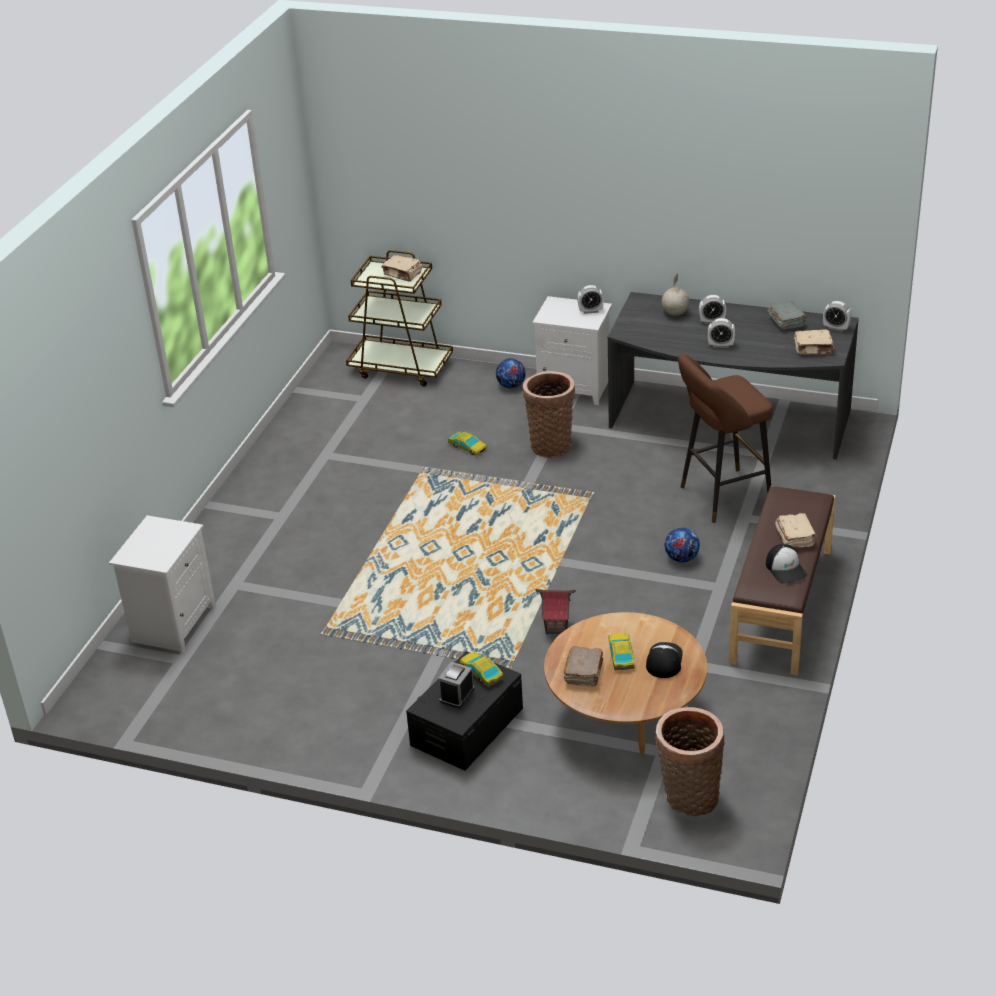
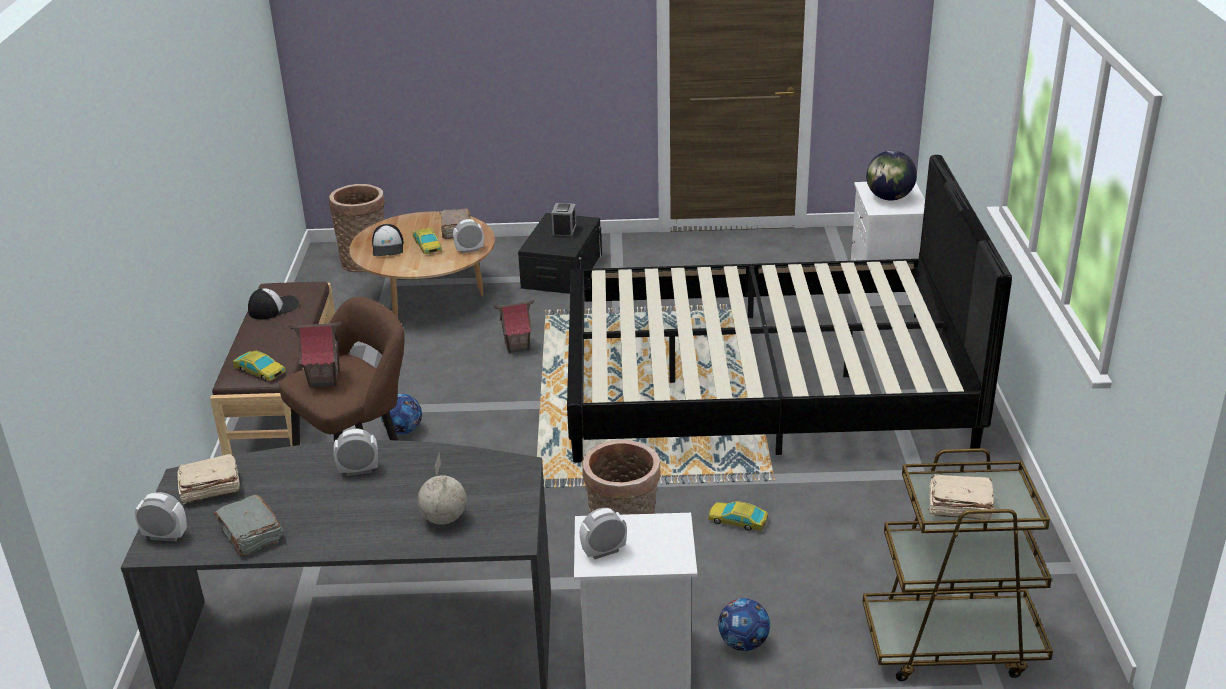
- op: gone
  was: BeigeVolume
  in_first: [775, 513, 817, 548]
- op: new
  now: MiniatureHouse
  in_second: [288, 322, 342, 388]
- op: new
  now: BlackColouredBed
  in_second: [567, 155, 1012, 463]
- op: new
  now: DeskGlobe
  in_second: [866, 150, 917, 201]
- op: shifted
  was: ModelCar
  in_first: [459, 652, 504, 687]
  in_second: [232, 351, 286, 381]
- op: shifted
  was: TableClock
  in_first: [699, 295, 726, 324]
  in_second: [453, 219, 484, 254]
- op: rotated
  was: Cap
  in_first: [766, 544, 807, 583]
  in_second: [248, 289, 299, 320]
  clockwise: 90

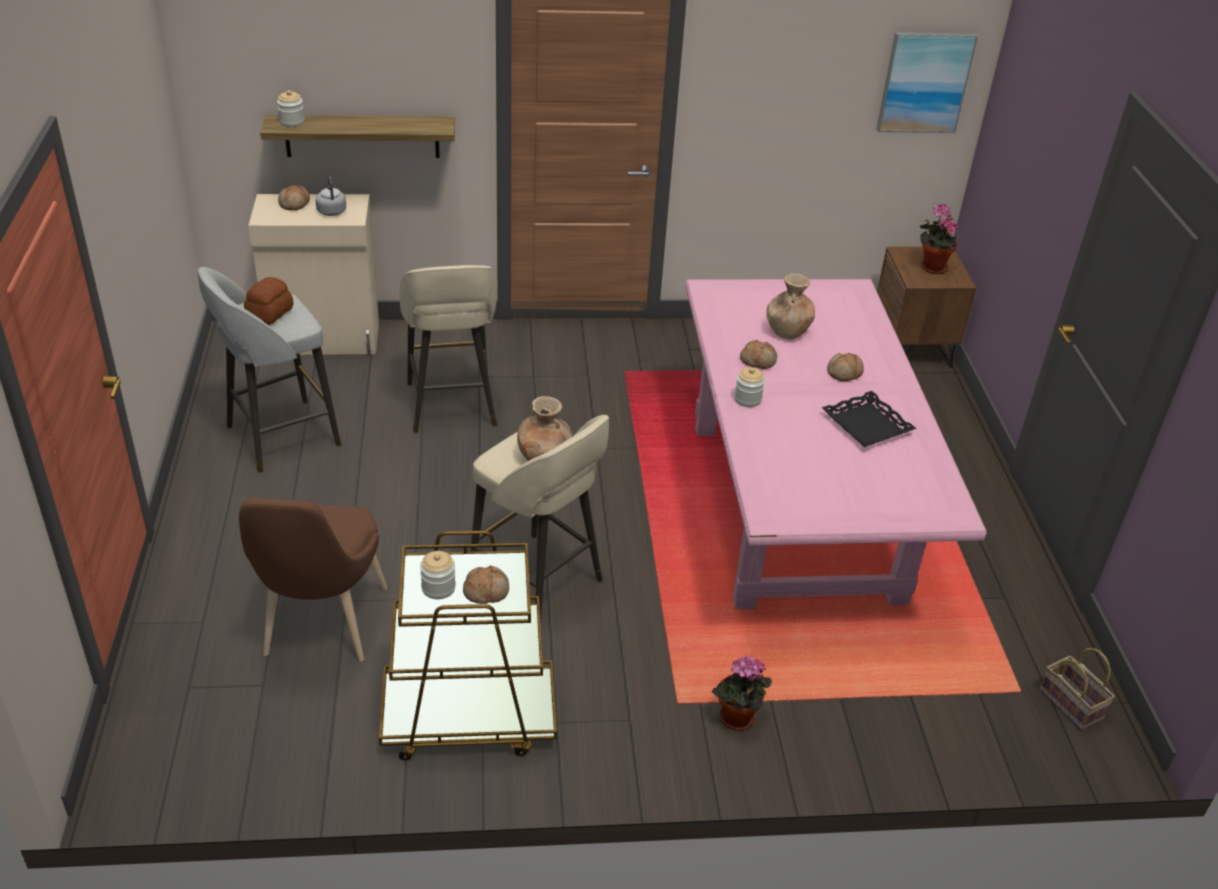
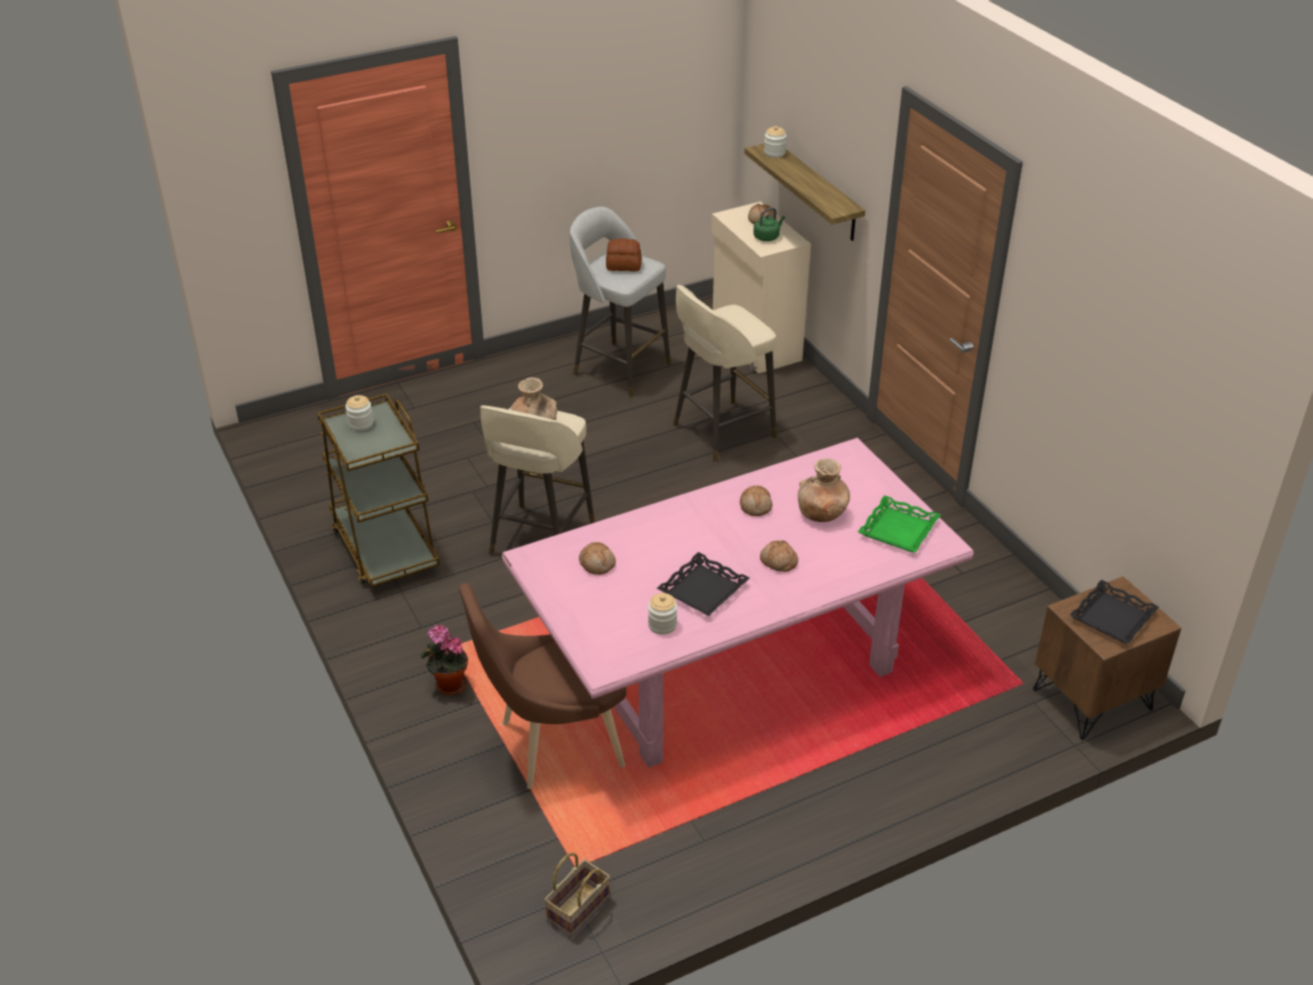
- op: gone
  was: WallPicture
  in_first: [876, 32, 978, 133]
- op: new
  now: GreenishServingTray
  in_second: [858, 495, 941, 552]
- op: shifted
  was: BrownColouredChair
  in_first: [239, 498, 388, 662]
  in_second: [459, 583, 626, 789]
- op: shifted
  was: Bread
  in_first: [463, 565, 509, 604]
  in_second: [579, 542, 616, 575]
- op: shifted
  was: StorageJar
  in_first: [734, 367, 765, 407]
  in_second: [648, 593, 677, 635]
- op: swapped
  was: Houseplant
  now: BlackColouredServingTray
  in_first: [920, 204, 958, 274]
  in_second: [1070, 580, 1159, 644]
- op: repainted
  was: GreyWaterKettle
  now: GreenishWaterKettle
  in_first: [315, 176, 346, 216]
  in_second: [753, 208, 785, 241]

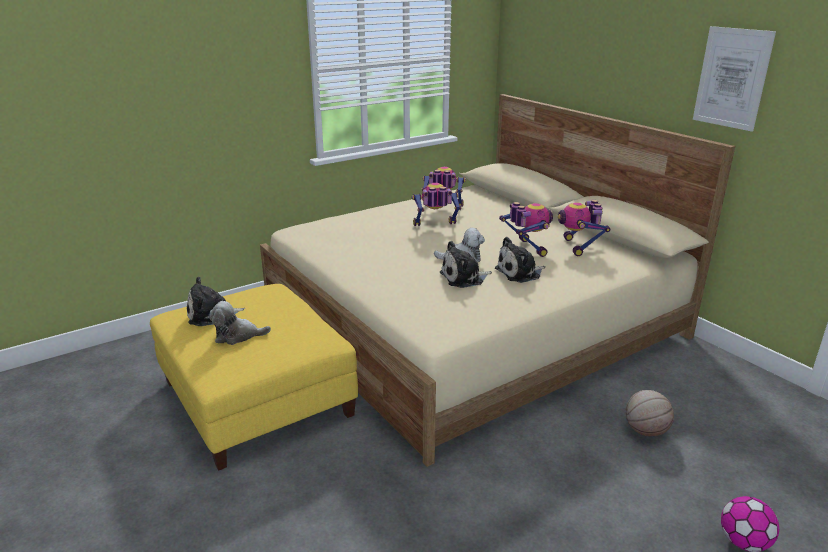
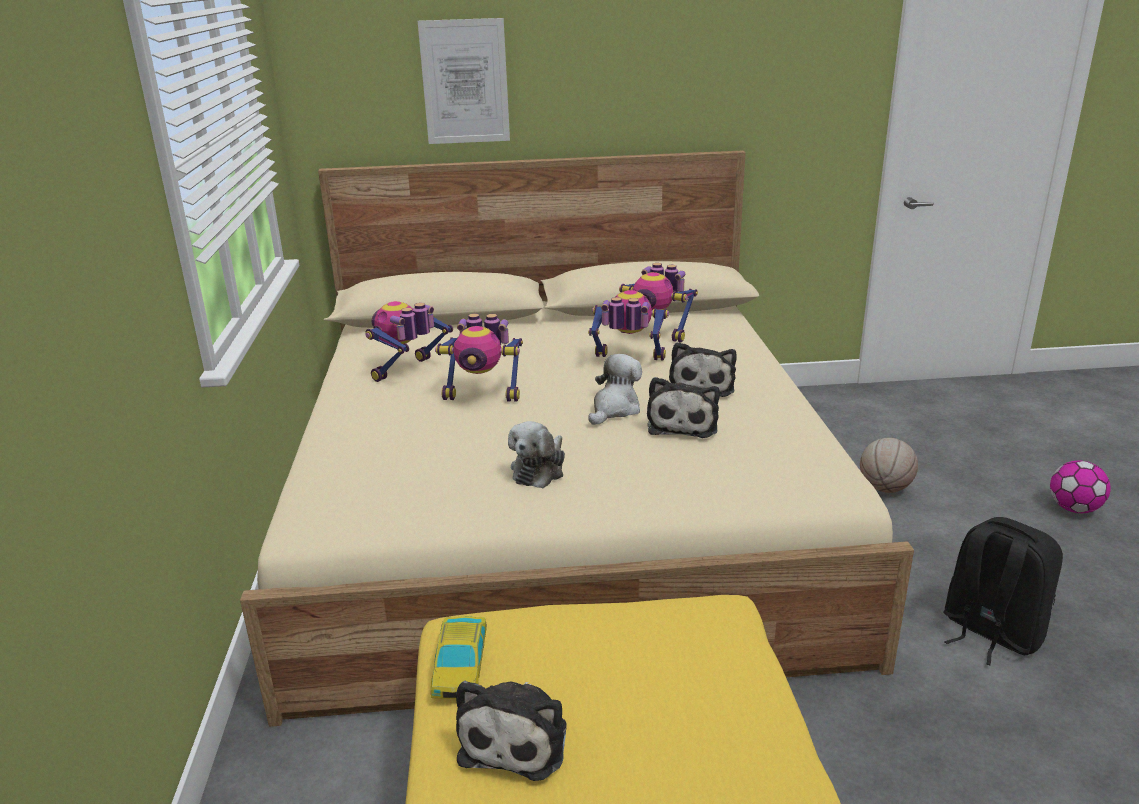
- op: new
  now: ModelCar
  in_second: [431, 616, 487, 699]
- op: new
  now: BlackColouredBackpack
  in_second: [943, 517, 1063, 665]
- op: shifted
  was: PlushToy
  in_first: [209, 301, 271, 345]
  in_second: [508, 421, 565, 488]
- op: shifted
  was: WallPicture
  in_first: [693, 26, 776, 132]
  in_second: [418, 18, 510, 144]
- op: rotated
  was: ToyRobot
  in_first: [412, 183, 461, 226]
  in_second: [435, 313, 523, 402]
  clockwise: -105

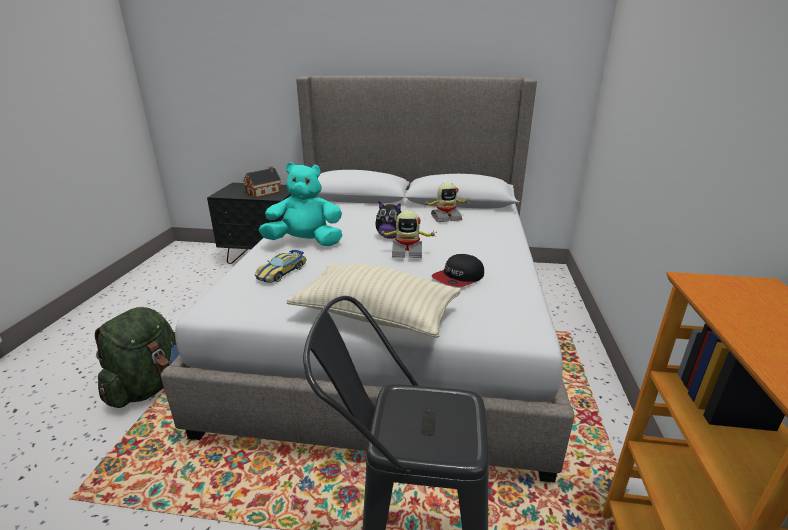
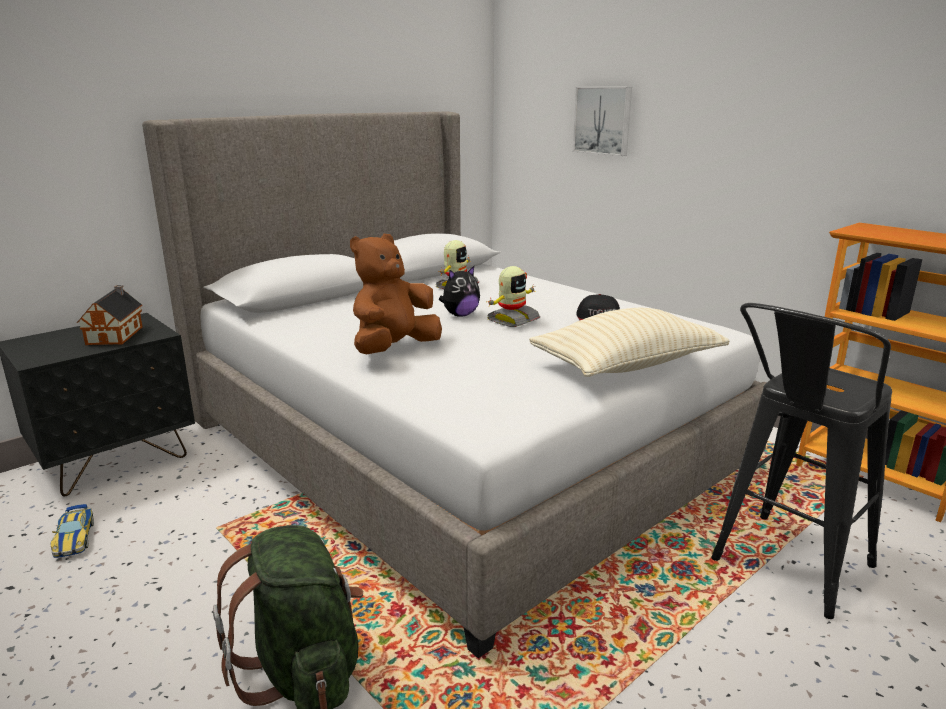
- op: new
  now: WallPicture
  in_second: [572, 87, 632, 156]
- op: shifted
  was: ModelCar
  in_first: [255, 250, 306, 283]
  in_second: [51, 504, 94, 558]
- op: repainted
  was: TurquoiseColouredPlushToy
  now: BrownColouredPlushToy
  in_first: [259, 162, 342, 246]
  in_second: [350, 234, 442, 354]

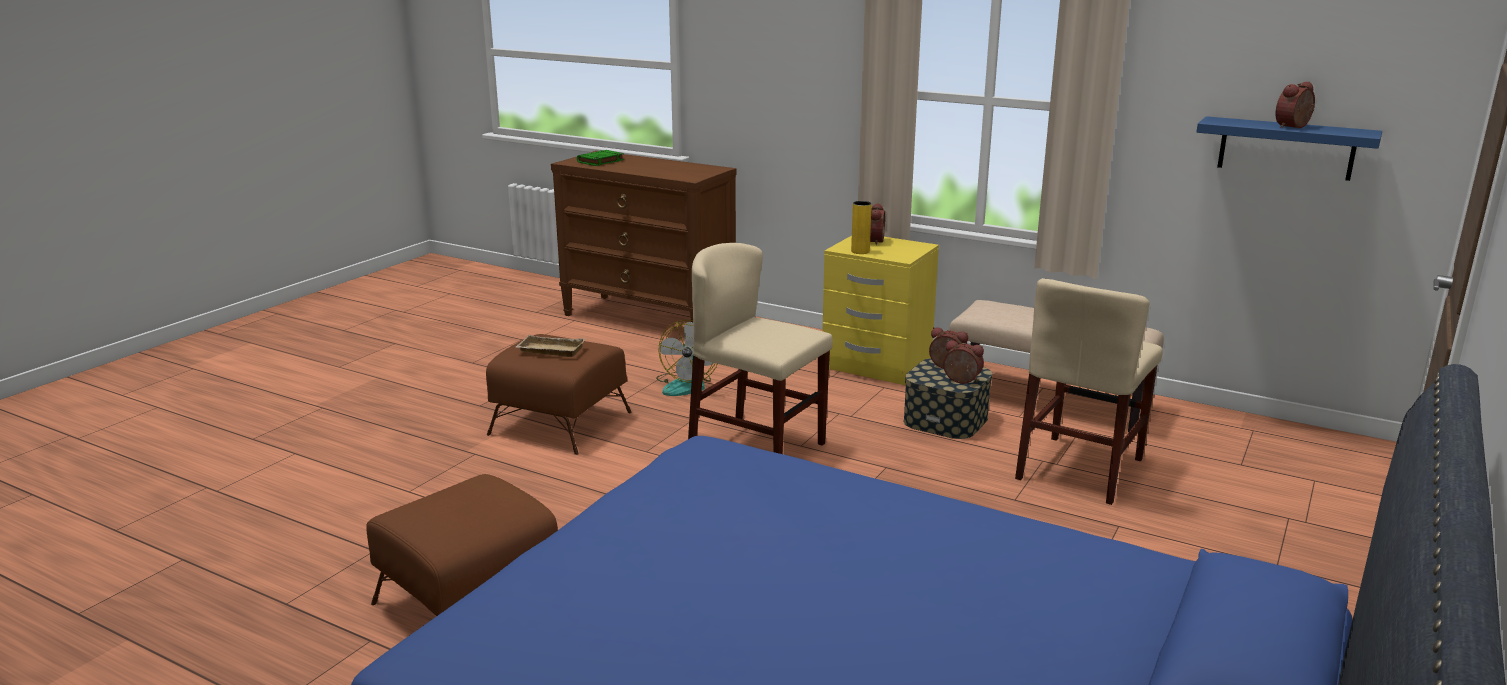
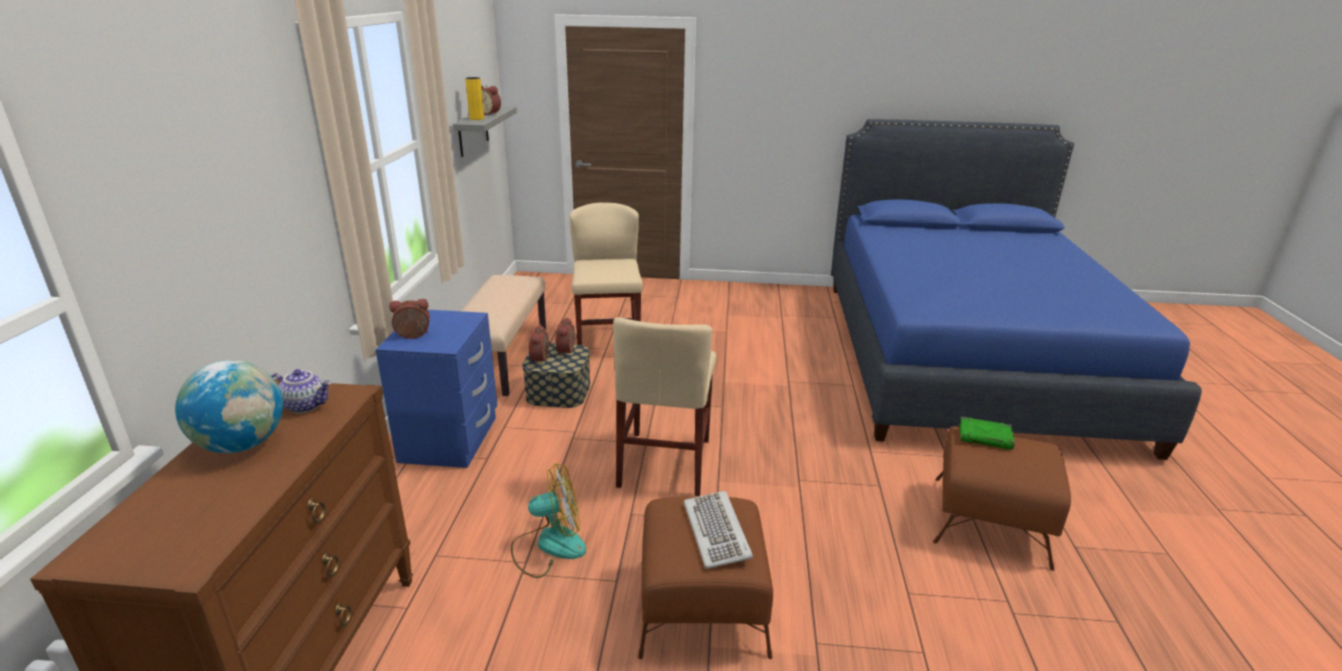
- op: new
  now: DeskGlobe
  in_second: [175, 360, 283, 453]
- op: new
  now: Teapot
  in_second: [271, 369, 331, 413]
- op: shifted
  was: GreenishVolume
  in_first: [577, 150, 624, 166]
  in_second: [959, 417, 1015, 450]
- op: shifted
  was: YellowishFlowerVase
  in_first: [851, 201, 872, 254]
  in_second: [465, 77, 484, 120]
- op: swapped
  was: BeigeServingTray
  now: ComputerKeyboard
  in_first: [516, 335, 586, 357]
  in_second: [684, 491, 753, 569]
- op: repainted
  was: YellowishNightTable
  now: BlueColouredNightTable
  in_first: [822, 236, 939, 385]
  in_second: [375, 310, 497, 468]
- op: repainted
  was: BlueColouredBracketShelf
  now: GreyBracketShelf
  in_first: [1197, 116, 1382, 181]
  in_second: [453, 107, 517, 157]
- op: rotated
  was: BeigeChair
  in_first: [1015, 278, 1163, 505]
  in_second: [569, 203, 643, 345]
  clockwise: -105

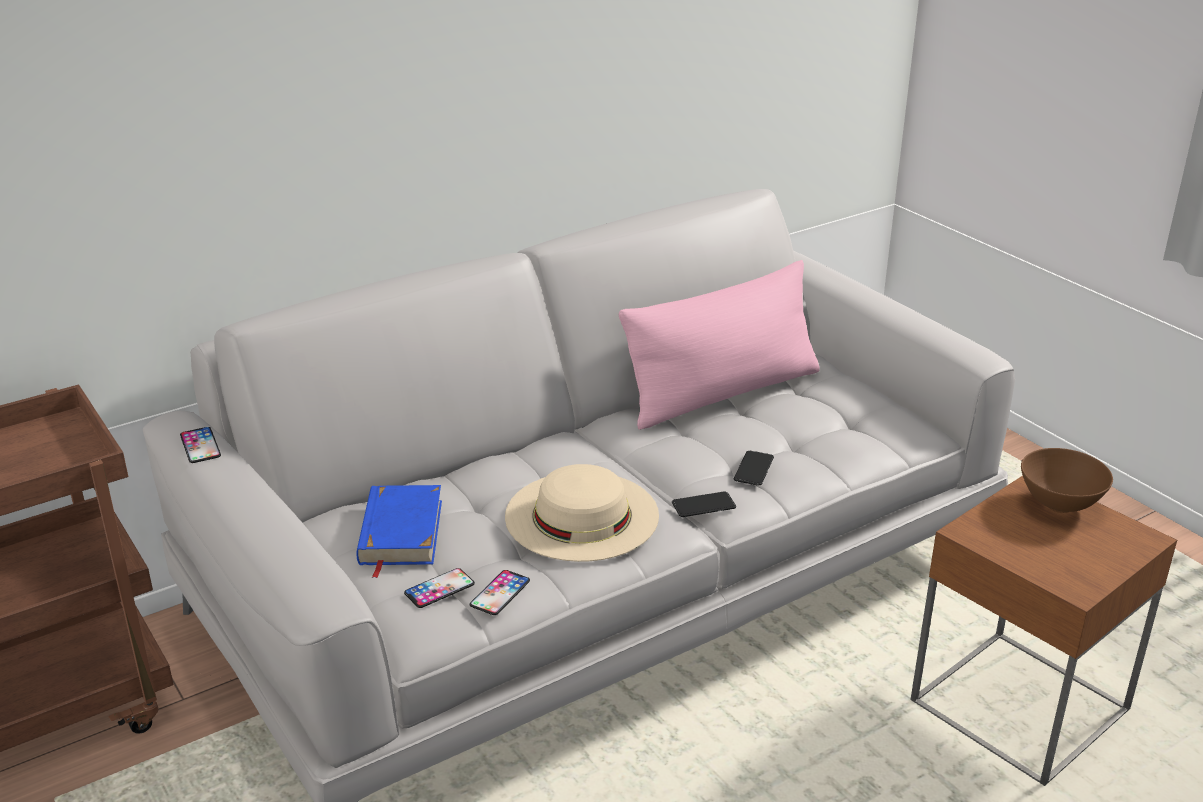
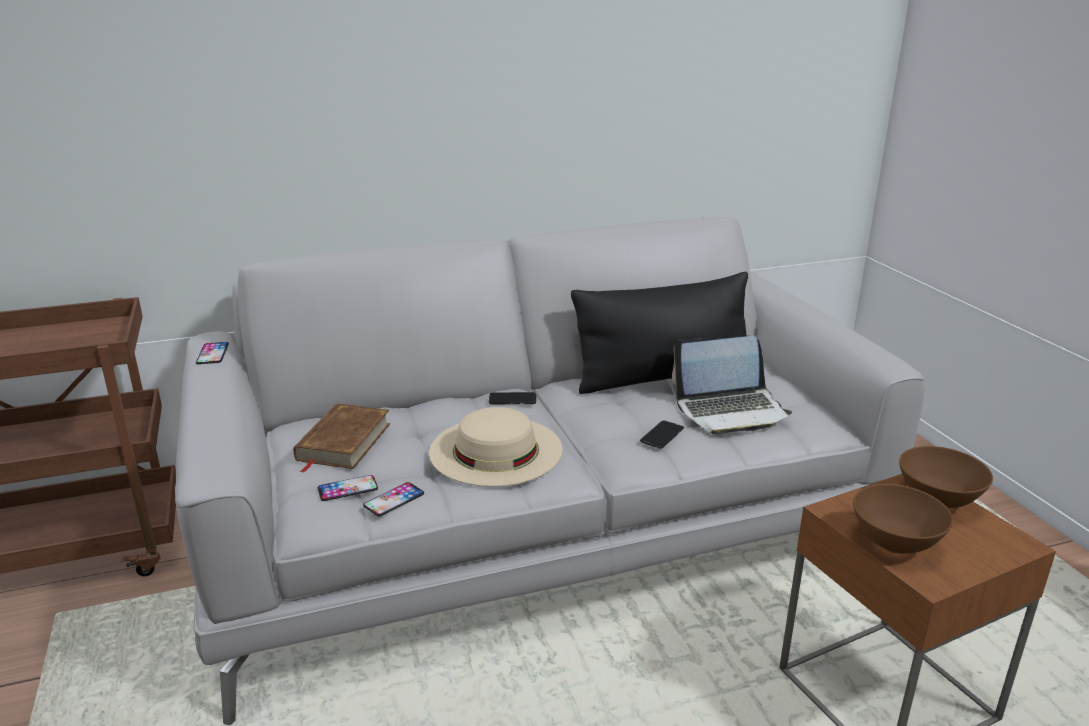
- op: new
  now: PortableComputer
  in_second: [672, 336, 792, 435]
- op: new
  now: BrownColouredBowl
  in_second: [853, 484, 953, 554]
- op: shifted
  was: Phone
  in_first: [672, 491, 736, 517]
  in_second: [489, 392, 536, 404]
- op: repainted
  was: BlueColouredVolume
  now: BrownColouredVolume
  in_first: [356, 485, 442, 578]
  in_second: [294, 403, 390, 473]
- op: repainted
  was: PinkPillow
  now: BlackColouredPillow
  in_first: [619, 260, 820, 430]
  in_second: [571, 272, 748, 394]

